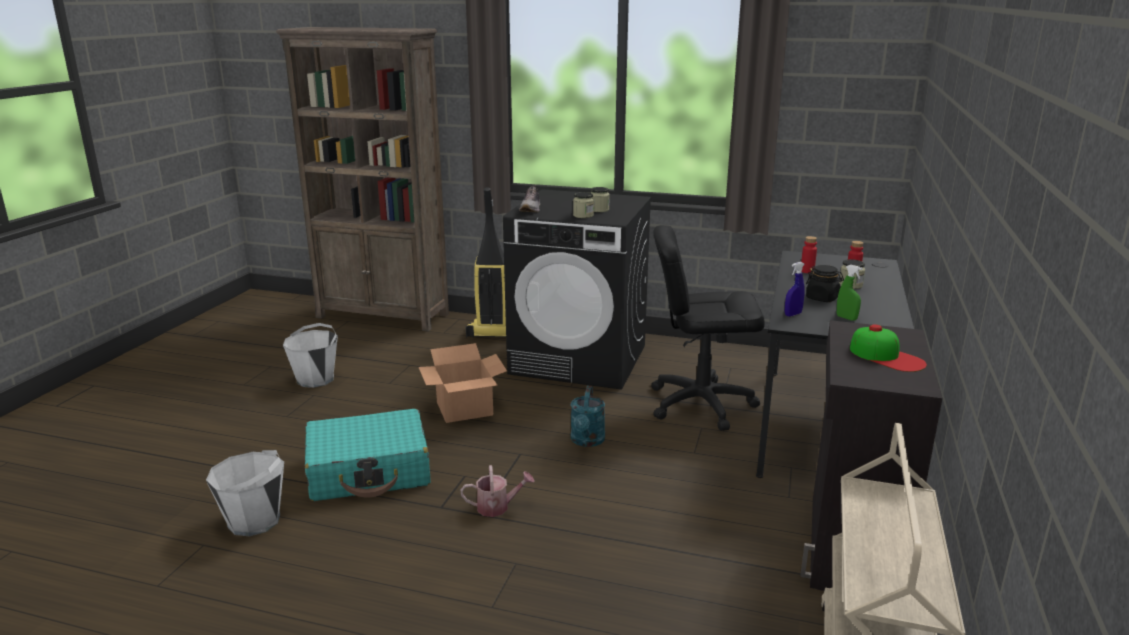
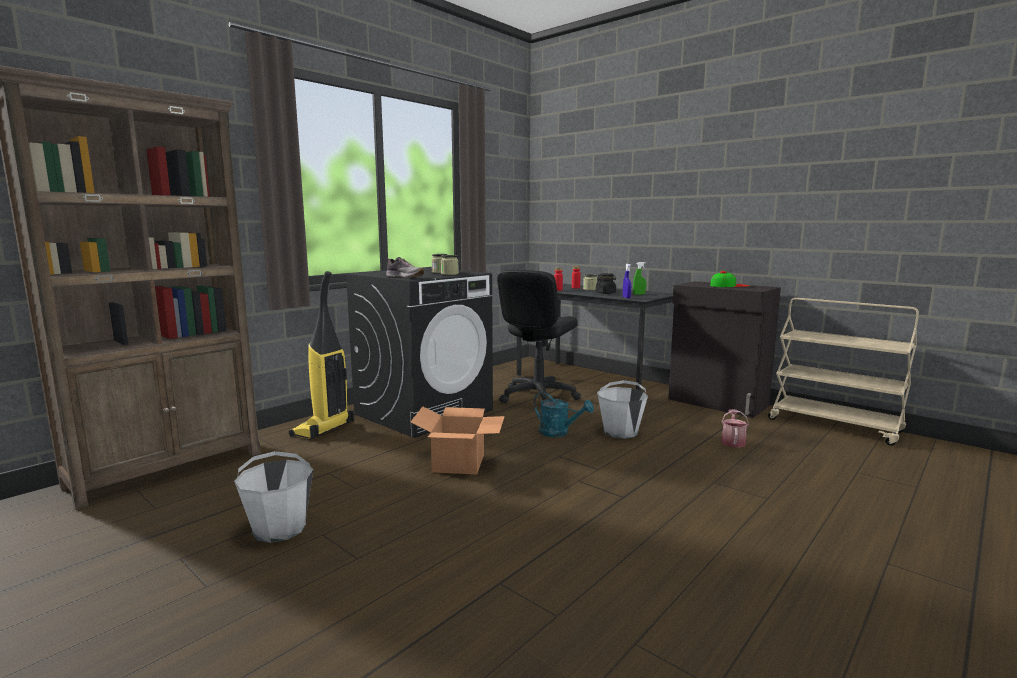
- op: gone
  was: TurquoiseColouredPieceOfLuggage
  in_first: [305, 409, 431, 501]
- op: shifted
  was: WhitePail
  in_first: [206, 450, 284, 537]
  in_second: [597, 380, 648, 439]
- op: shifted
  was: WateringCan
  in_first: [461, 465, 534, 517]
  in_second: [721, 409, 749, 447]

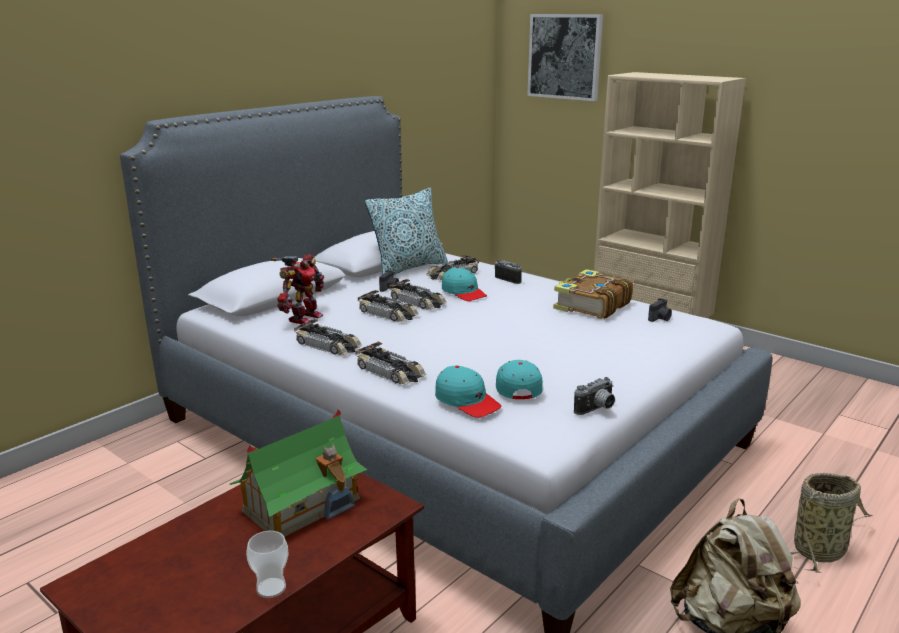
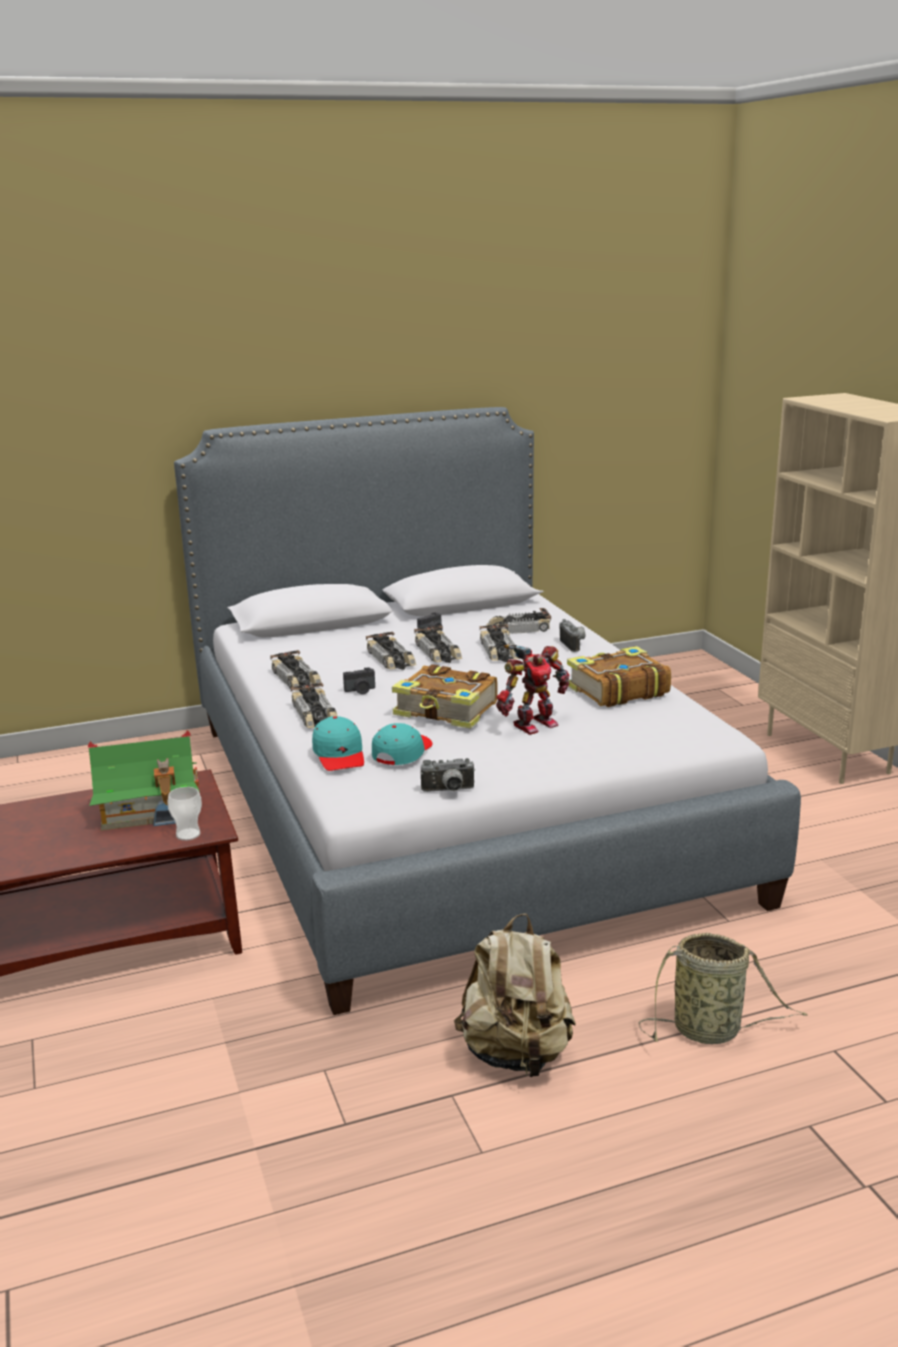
- op: gone
  was: Pillow
  in_first: [365, 187, 448, 275]
- op: gone
  was: WallPicture
  in_first: [527, 14, 603, 101]
- op: new
  now: Volume
  in_second: [392, 664, 498, 729]
- op: shifted
  was: SmallCup
  in_first: [246, 531, 288, 598]
  in_second: [167, 787, 202, 841]
- op: shifted
  was: ToyRobot
  in_first: [270, 254, 325, 324]
  in_second: [496, 644, 570, 735]
- op: shifted
  was: PhotoCamera
  in_first: [648, 298, 672, 322]
  in_second: [343, 667, 375, 694]
- op: swapped
  was: TurquoiseColouredCap
  now: ModelCar
  in_first: [442, 267, 487, 301]
  in_second: [479, 624, 520, 662]

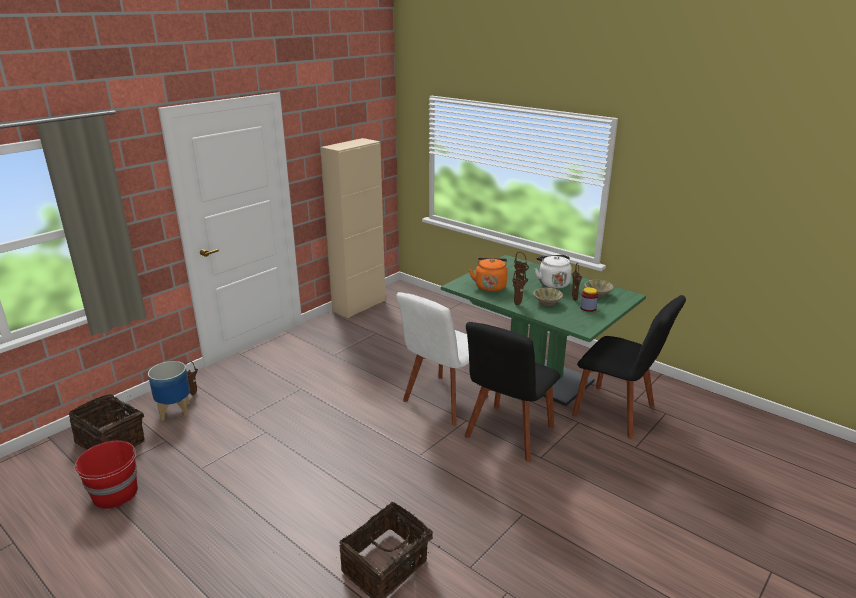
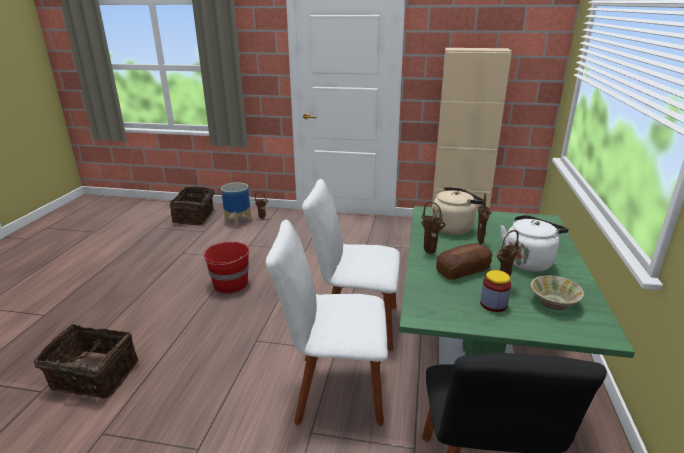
- op: shifted
  was: RedPail
  in_first: [74, 441, 138, 509]
  in_second: [202, 242, 249, 293]
- op: swapped
  was: BeigeBowl
  now: Bread
  in_first: [533, 288, 563, 306]
  in_second: [436, 244, 493, 280]
- op: repainted
  was: BlackColouredChair
  now: WhiteChair
  in_first: [465, 322, 561, 462]
  in_second: [266, 220, 388, 426]
- op: repainted
  was: OrangeyWaterKettle
  now: BeigeWaterKettle
  in_first: [469, 258, 508, 292]
  in_second: [432, 187, 484, 235]

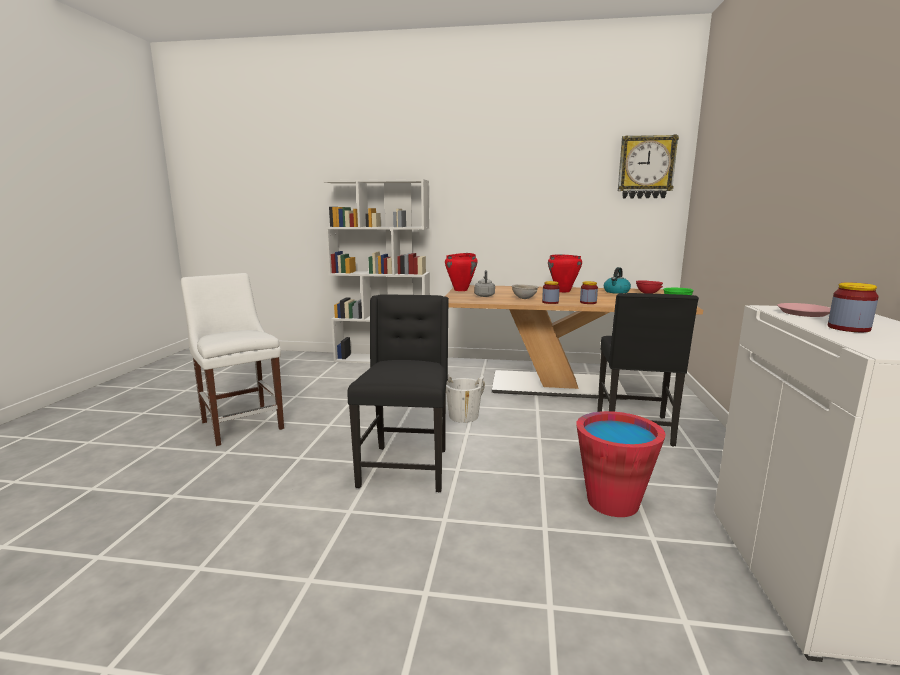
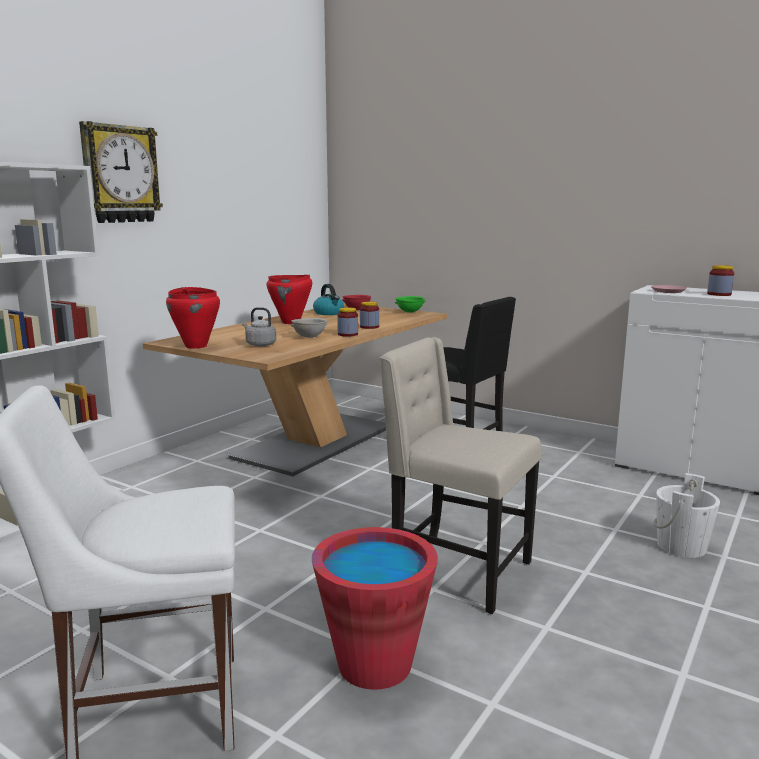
- op: shifted
  was: WhitePail
  in_first: [446, 374, 485, 423]
  in_second: [654, 473, 720, 558]
- op: shifted
  was: RedPail
  in_first: [576, 411, 666, 517]
  in_second: [312, 527, 438, 690]
- op: shifted
  was: HangingClock
  in_first: [618, 134, 679, 198]
  in_second: [79, 121, 163, 223]
- op: repainted
  was: BlackColouredChair
  now: BeigeChair
  in_first: [347, 294, 449, 492]
  in_second: [380, 337, 541, 614]

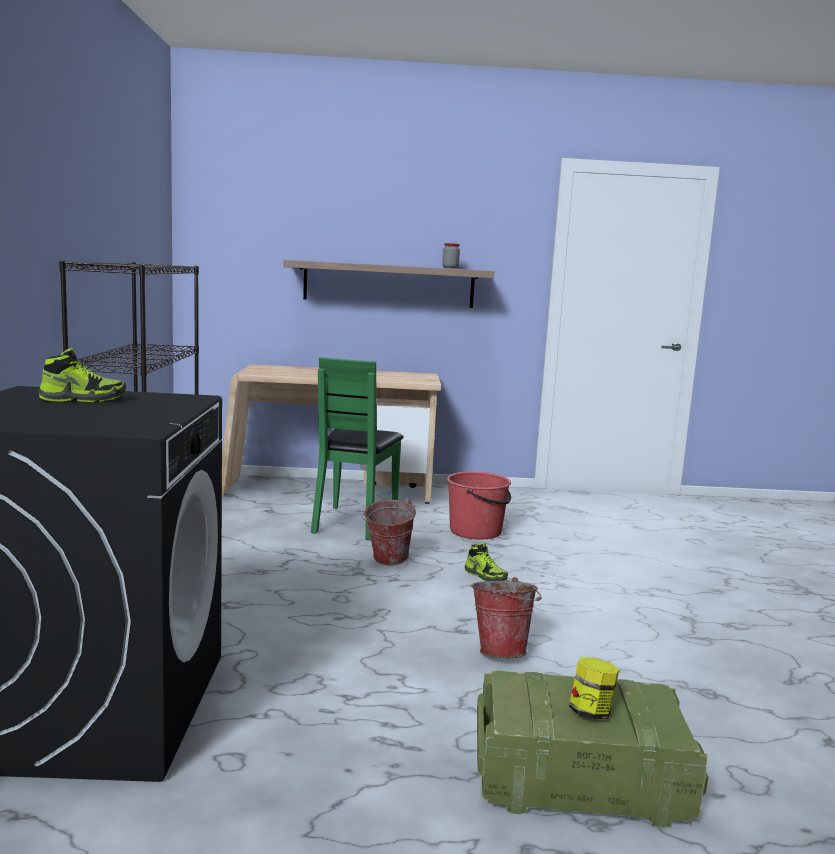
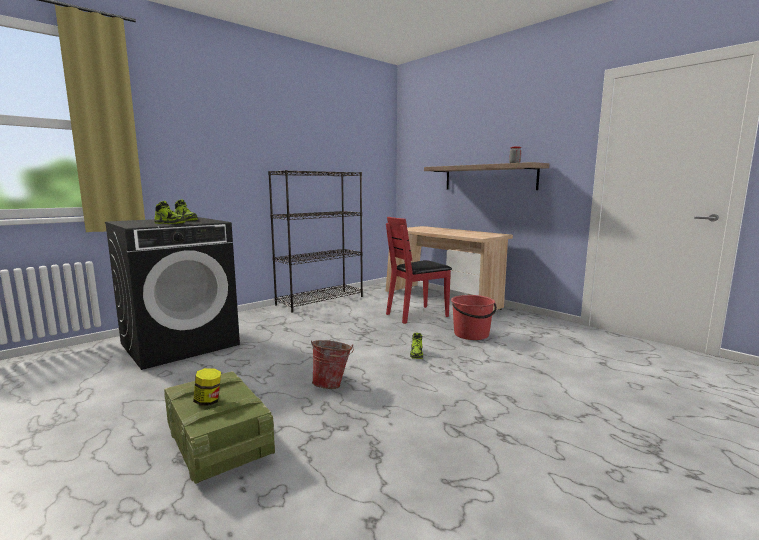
- op: gone
  was: Pail
  in_first: [362, 500, 416, 566]
- op: new
  now: LowShoe
  in_second: [154, 201, 185, 224]
- op: repainted
  was: GreenishChair
  now: RedChair
  in_first: [311, 357, 404, 540]
  in_second: [386, 217, 452, 324]

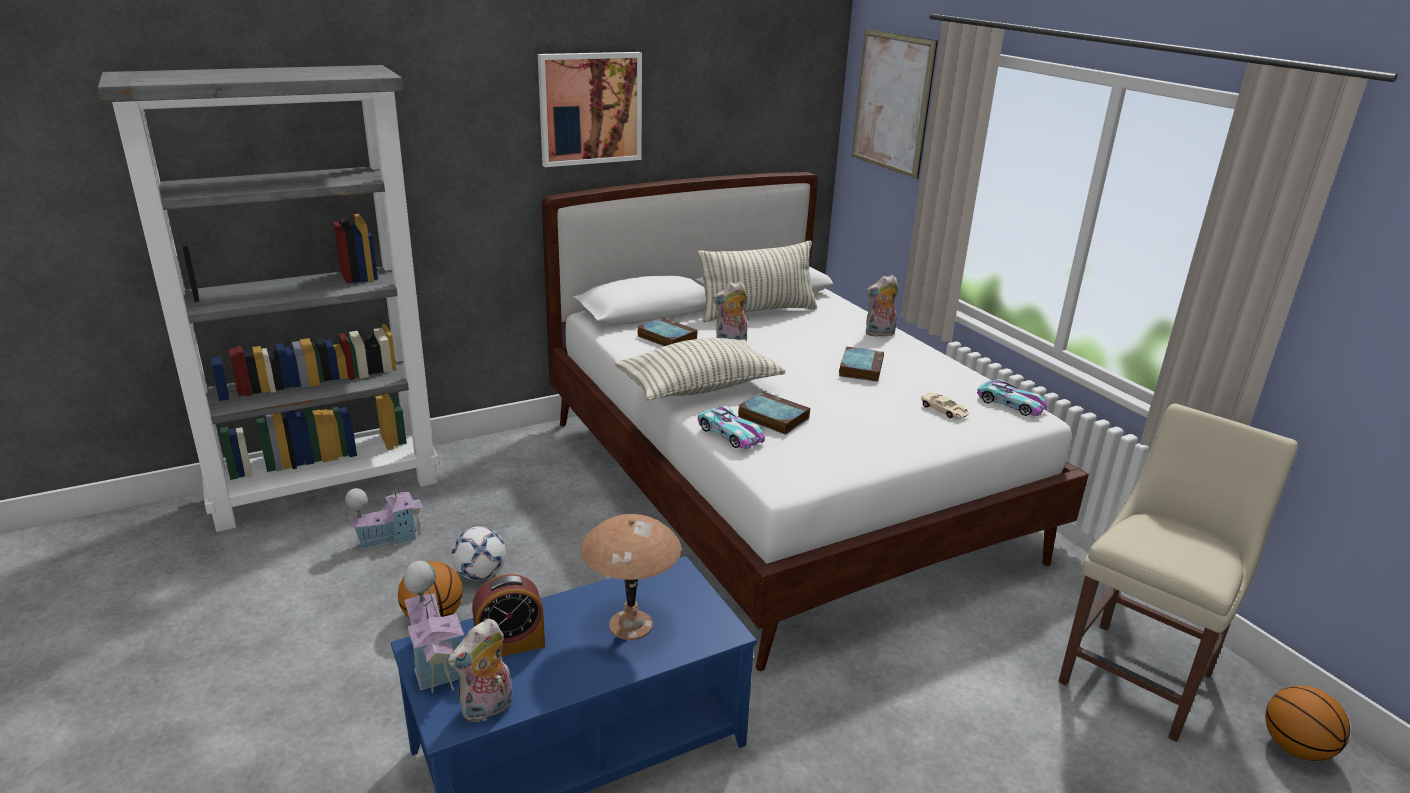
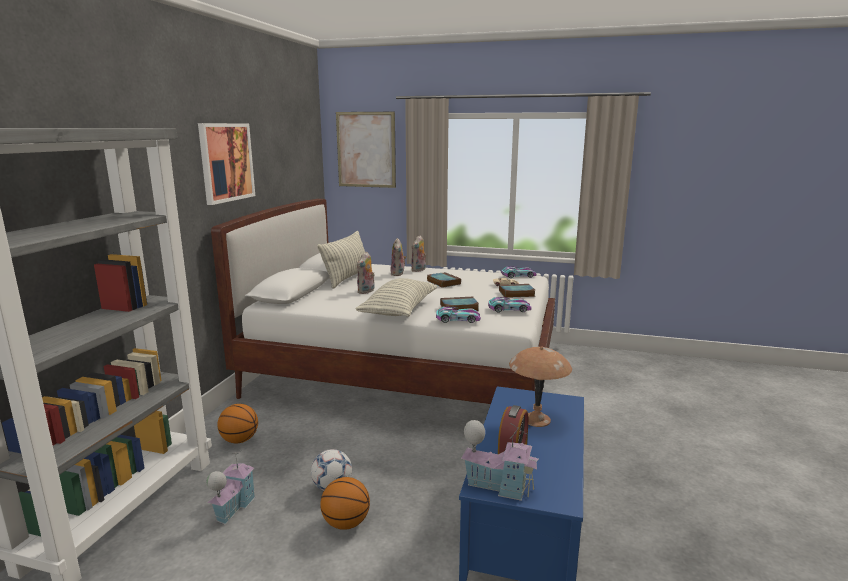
- op: gone
  was: BeigeChair
  in_first: [1058, 403, 1298, 742]
- op: new
  now: ModelCar
  in_second: [488, 297, 532, 312]
- op: shifted
  was: PlushToy
  in_first: [448, 619, 513, 722]
  in_second: [391, 238, 406, 276]
- op: shifted
  was: Volume
  in_first: [637, 317, 697, 346]
  in_second: [499, 284, 535, 298]
- op: shifted
  was: BallForBasketball
  in_first: [1265, 686, 1350, 761]
  in_second: [217, 404, 258, 443]

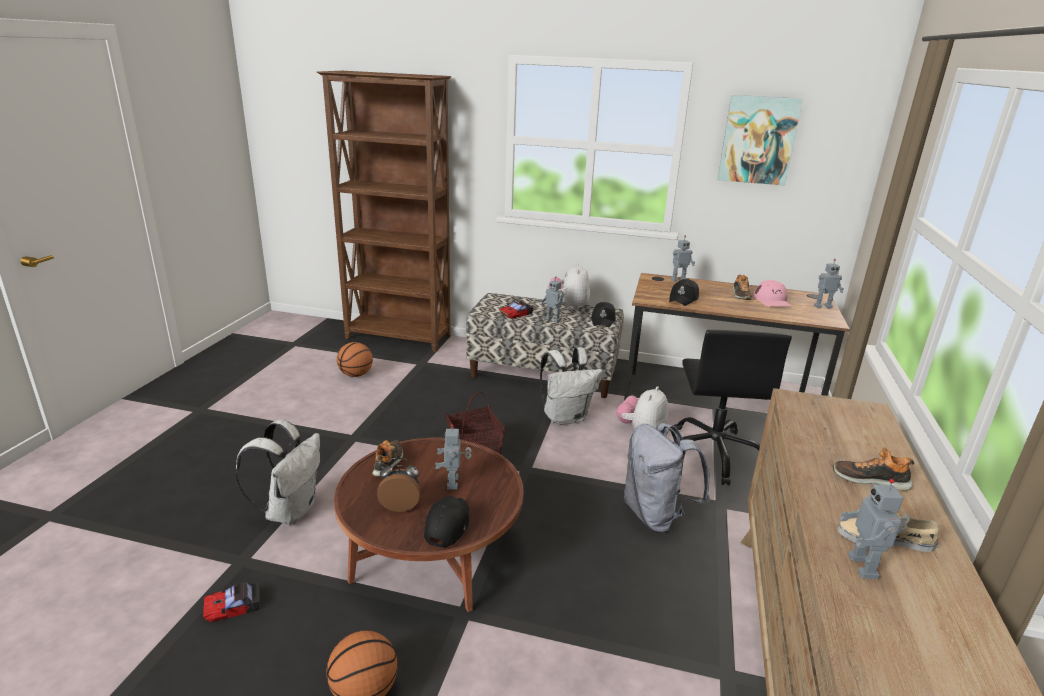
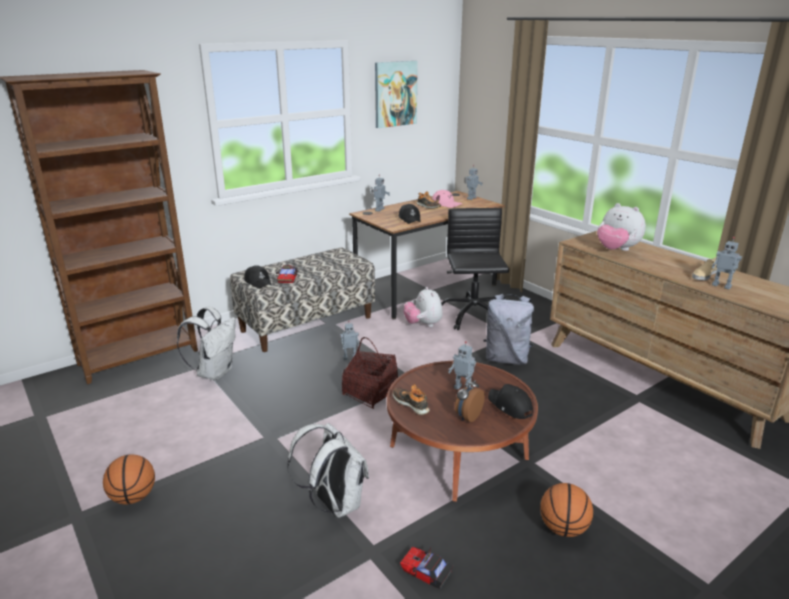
- op: gone
  was: LowShoe
  in_first: [833, 447, 914, 491]
- op: shifted
  was: BallForBasketball
  in_first: [337, 342, 373, 377]
  in_second: [103, 454, 155, 505]
- op: shifted
  was: WhiteBackpack
  in_first: [540, 347, 602, 425]
  in_second: [177, 307, 236, 381]
- op: shifted
  was: ToyRobot
  in_first: [541, 277, 564, 323]
  in_second: [340, 321, 359, 360]
- op: shifted
  was: PlushToy
  in_first: [548, 263, 590, 310]
  in_second: [597, 203, 646, 251]
- op: shifted
  was: BlackColouredCap
  in_first: [591, 302, 616, 328]
  in_second: [244, 266, 271, 289]
- op: rotated
  was: ModelCar
  in_first: [203, 583, 260, 622]
  in_second: [400, 546, 453, 589]
  clockwise: 105
- op: rotated
  was: BlackColouredDeskChair
  in_first: [674, 330, 792, 485]
  in_second: [441, 208, 509, 330]
  clockwise: -135

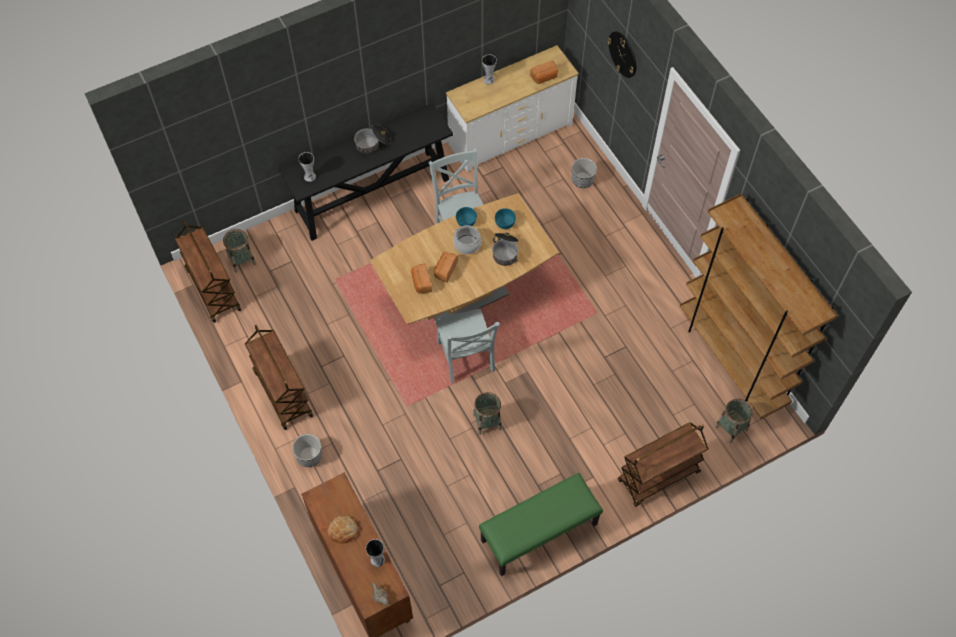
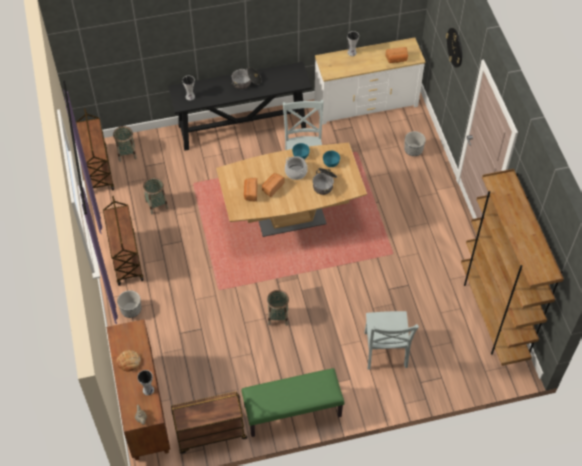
- op: shifted
  was: GreyChair
  in_first: [435, 309, 500, 383]
  in_second: [365, 311, 419, 370]
- op: shifted
  was: BrownColouredCart
  in_first: [618, 422, 709, 507]
  in_second: [171, 392, 247, 454]
- op: shifted
  was: Basket
  in_first: [714, 399, 753, 443]
  in_second: [143, 177, 168, 214]

